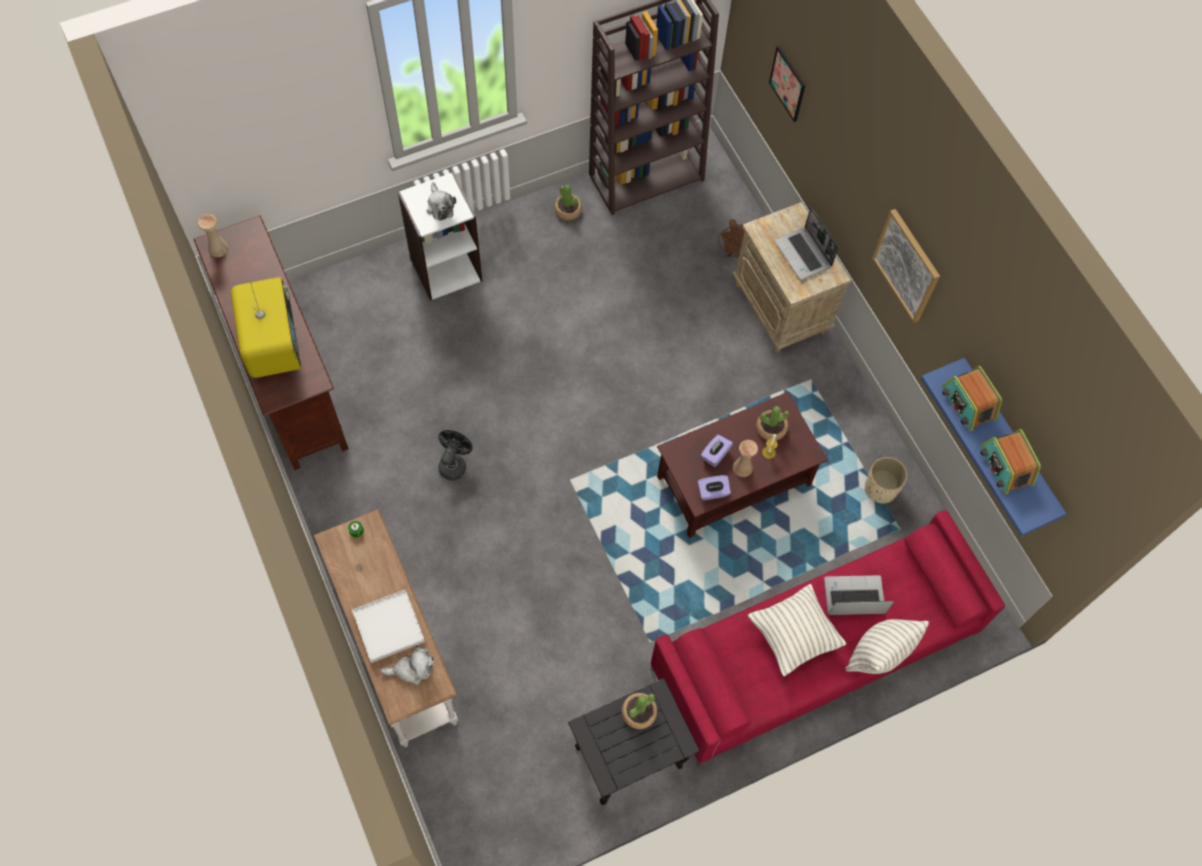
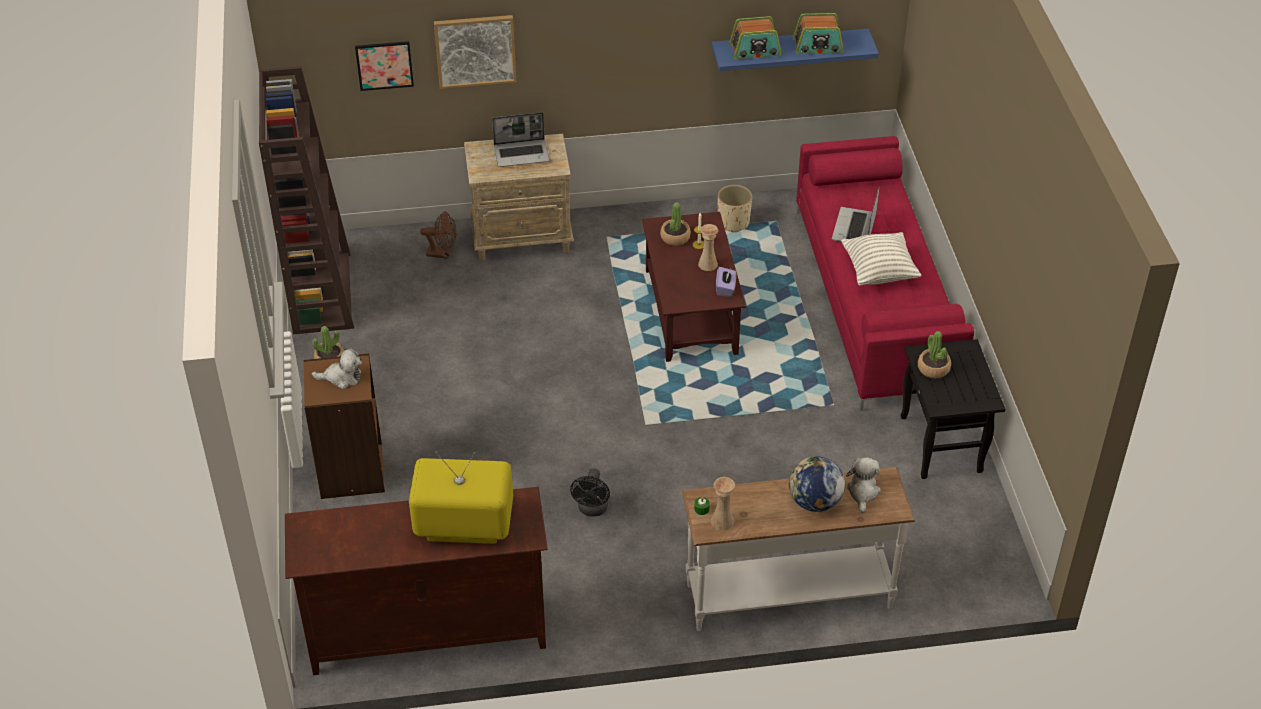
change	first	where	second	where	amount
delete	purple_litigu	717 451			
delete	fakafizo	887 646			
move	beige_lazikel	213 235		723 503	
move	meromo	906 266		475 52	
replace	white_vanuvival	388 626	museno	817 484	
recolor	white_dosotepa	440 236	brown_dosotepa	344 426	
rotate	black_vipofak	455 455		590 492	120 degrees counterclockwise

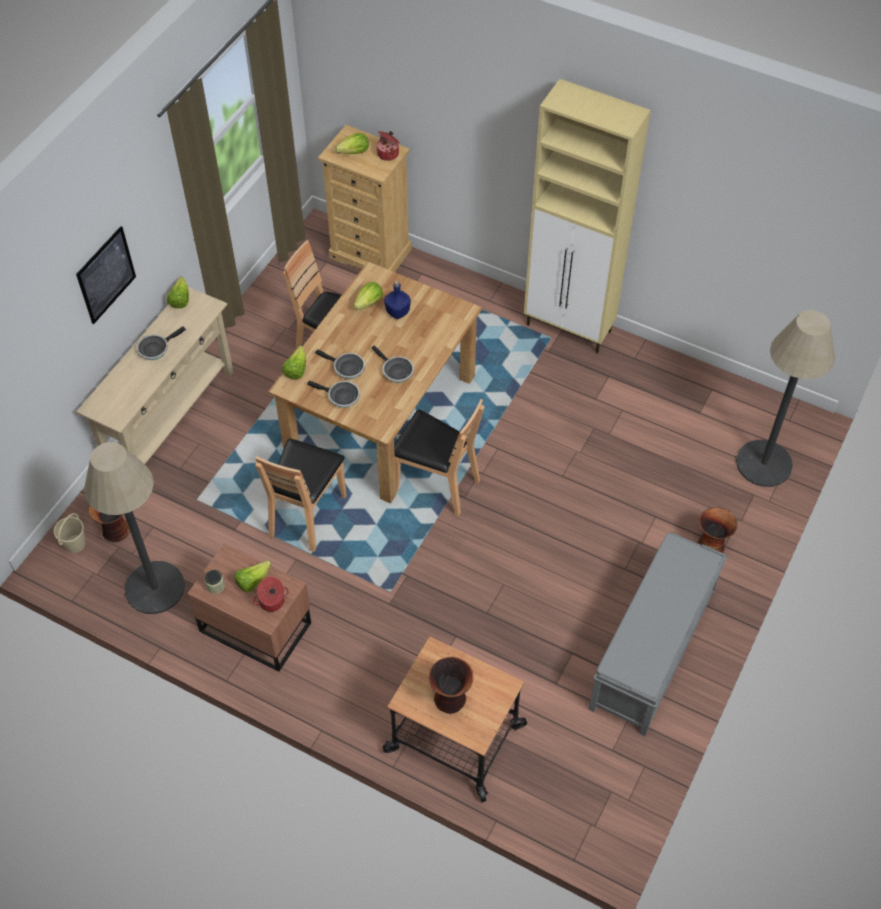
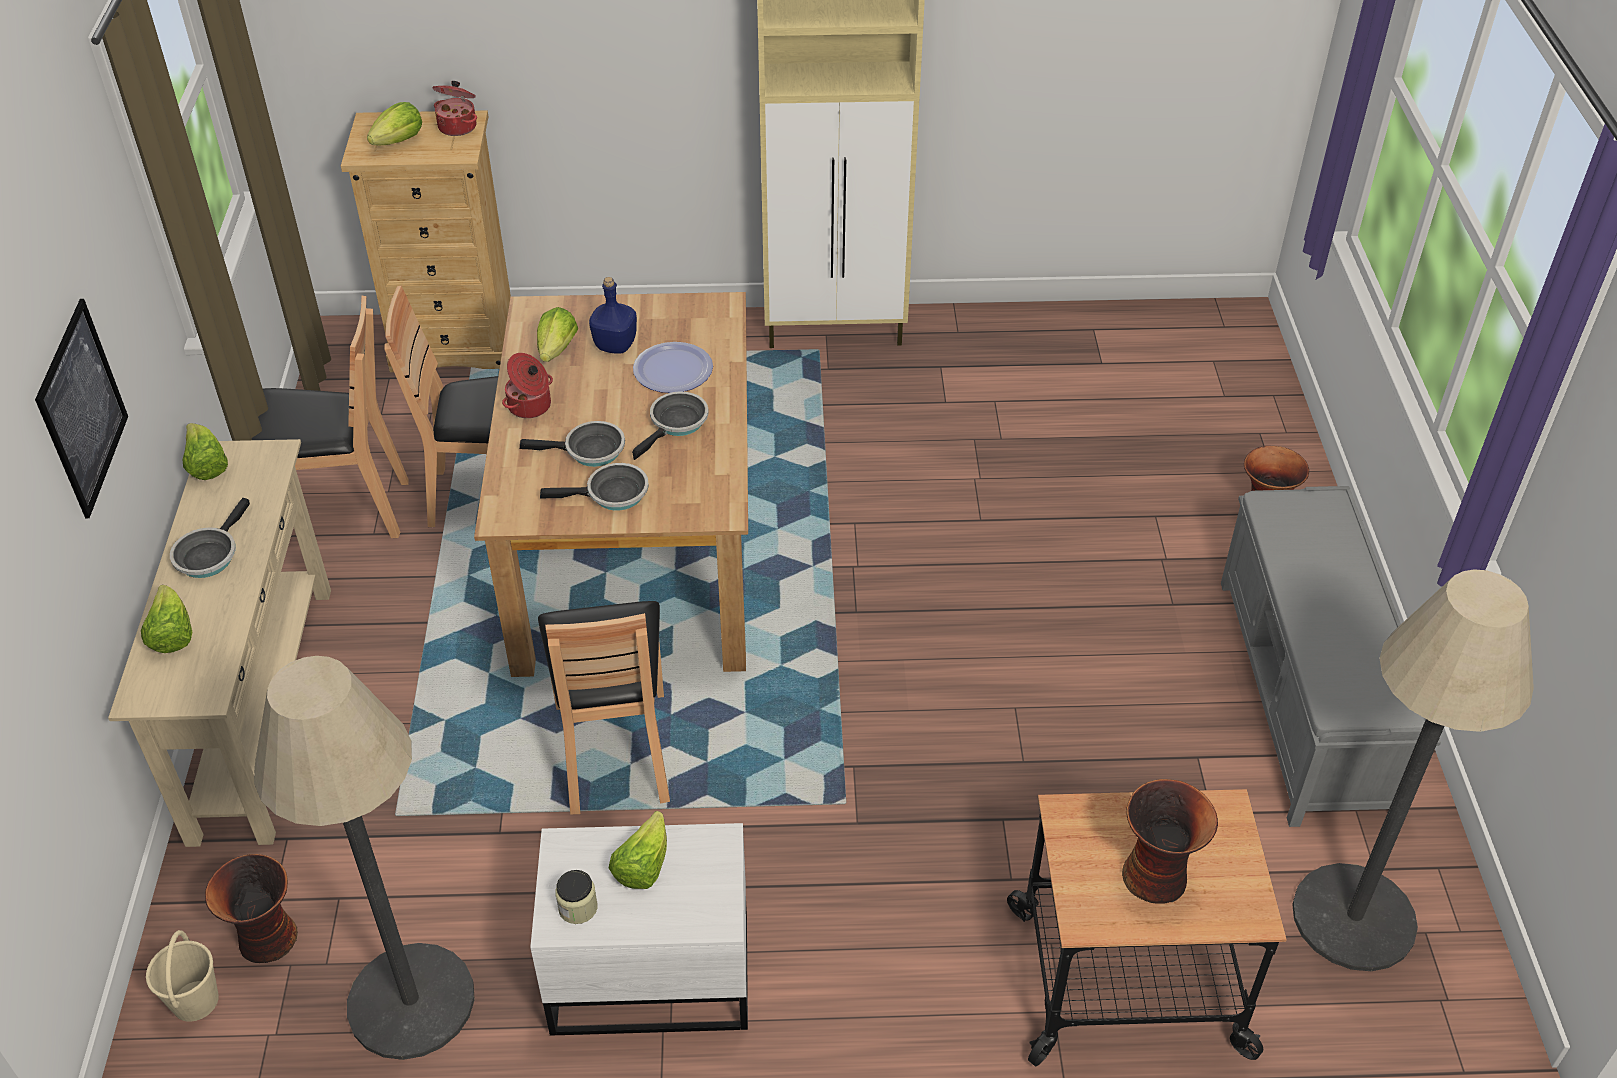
change	first	where	second	where	amount
insert			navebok	673 367	
move	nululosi	271 594		527 385	
move	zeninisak	294 362		166 619	
move	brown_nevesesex	439 457		330 417	
move	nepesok	785 398		1413 770	
recolor	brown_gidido	249 608	white_gidido	639 929	
rotate	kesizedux	393 364		670 425	75 degrees counterclockwise

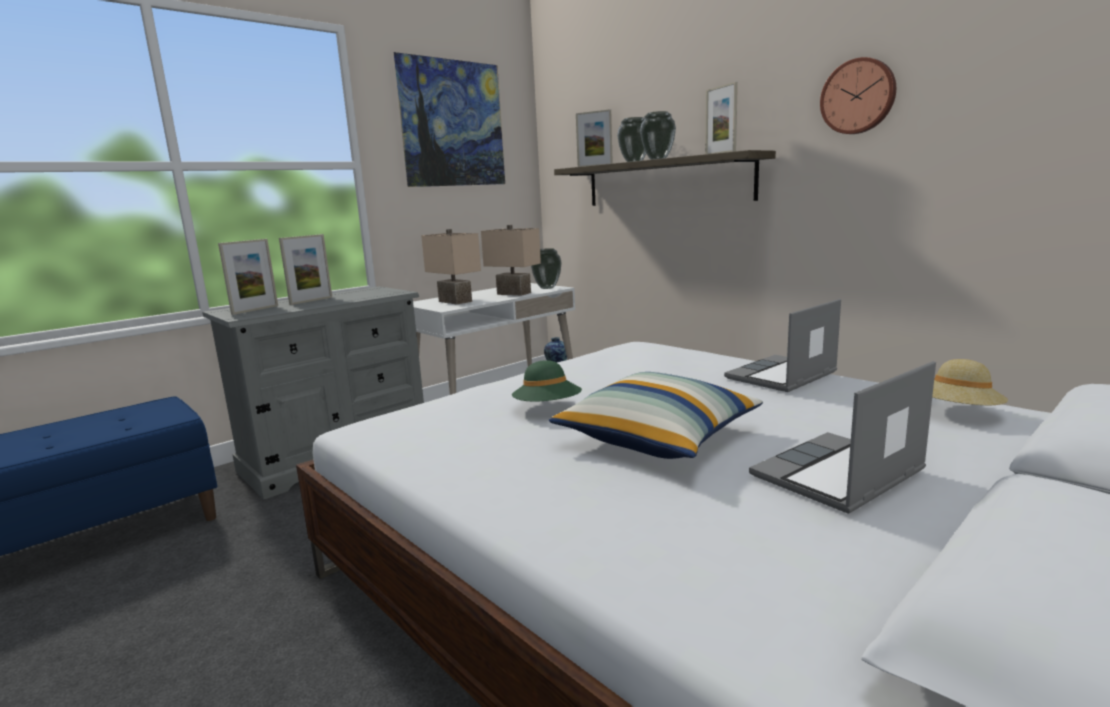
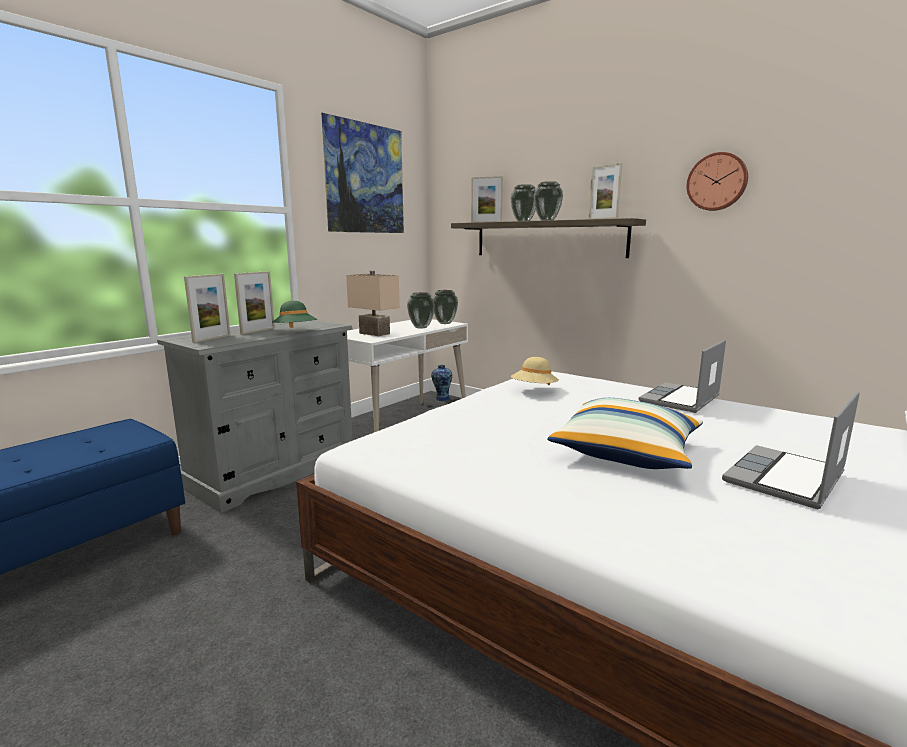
change	first	where	second	where	amount
move	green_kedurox	547 381		294 314	
move	beige_kedurox	970 382		535 371	
replace	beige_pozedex	511 260	lazikel	421 310	

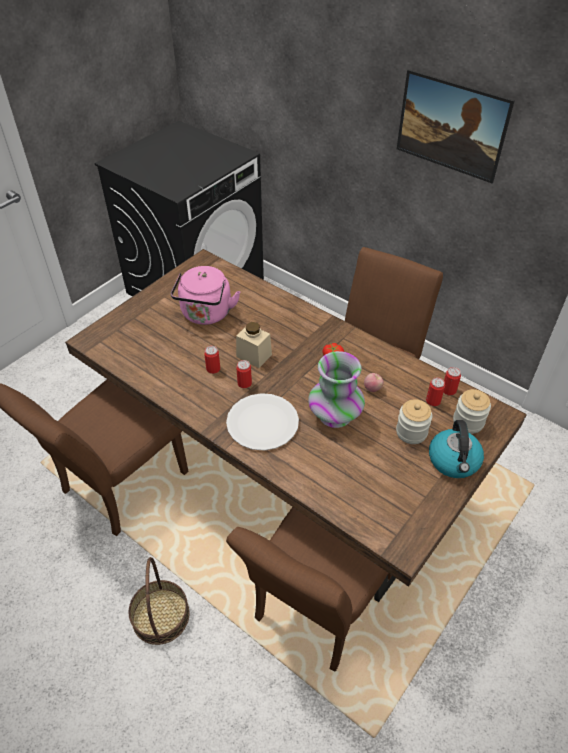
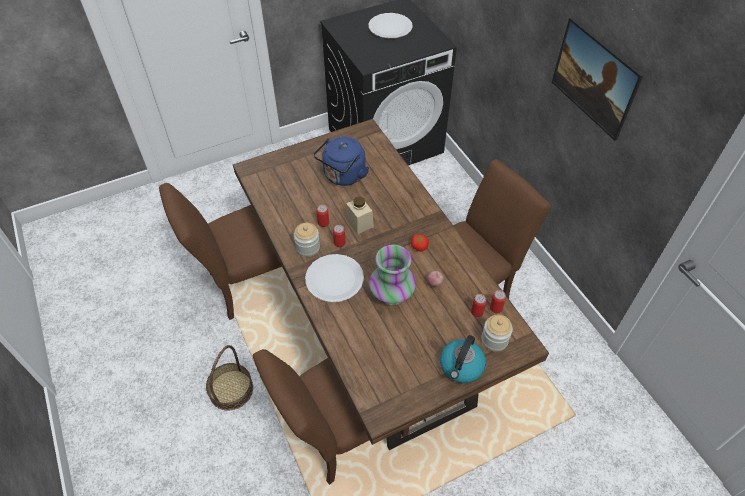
change	first	where	second	where	amount
insert			white_navebok	391 25	
move	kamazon	414 421		307 240	
recolor	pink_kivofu	205 295	blue_kivofu	341 161	

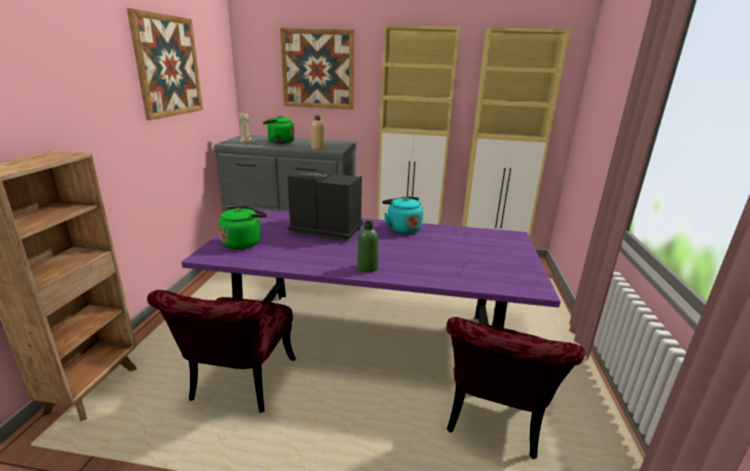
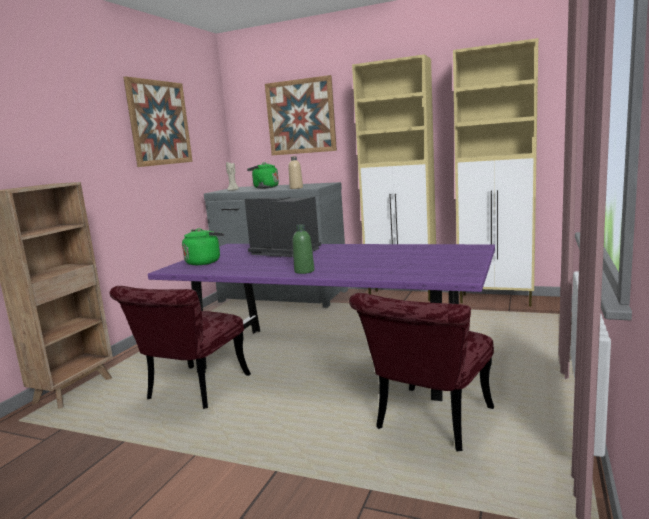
change	first	where	second	where	amount
delete	turquoise_kivofu	402 215			

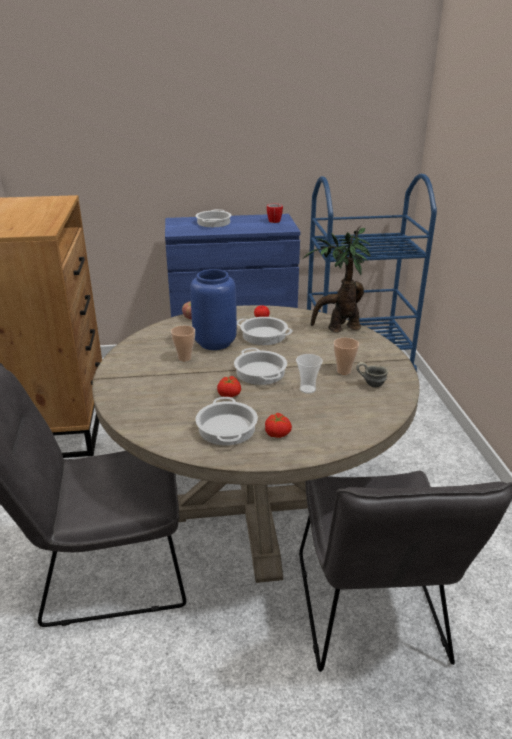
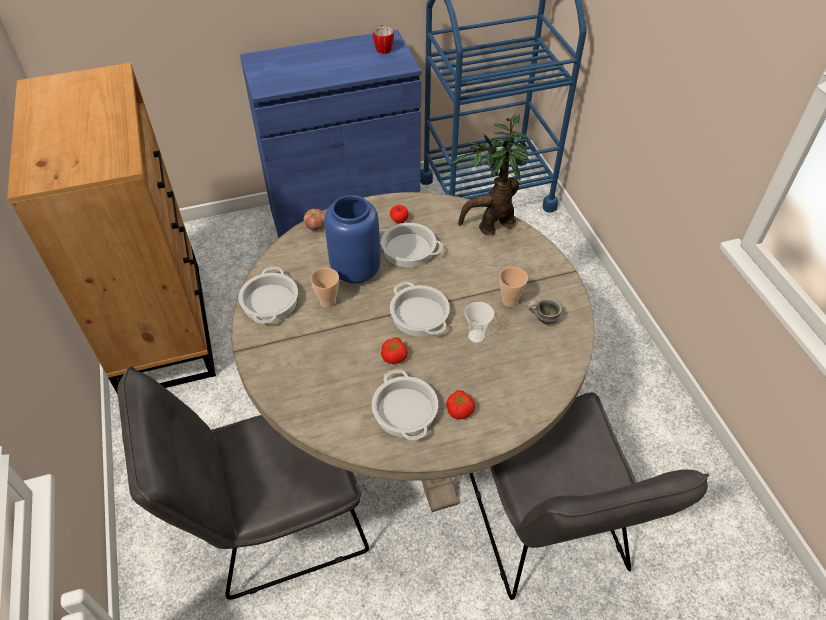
change	first	where	second	where	amount
move	nululosi	213 218		268 295	

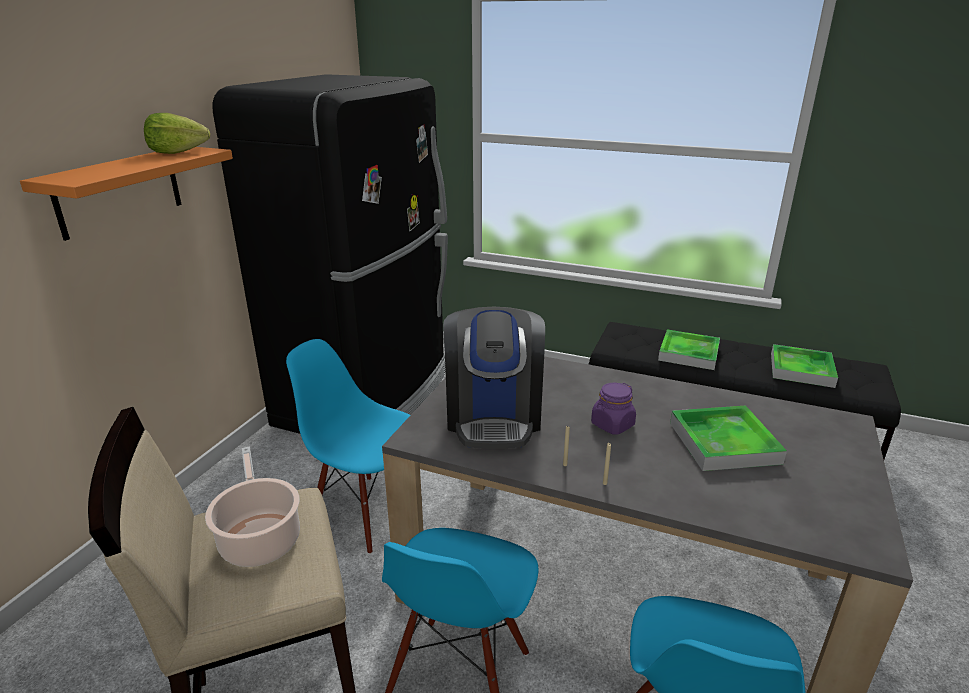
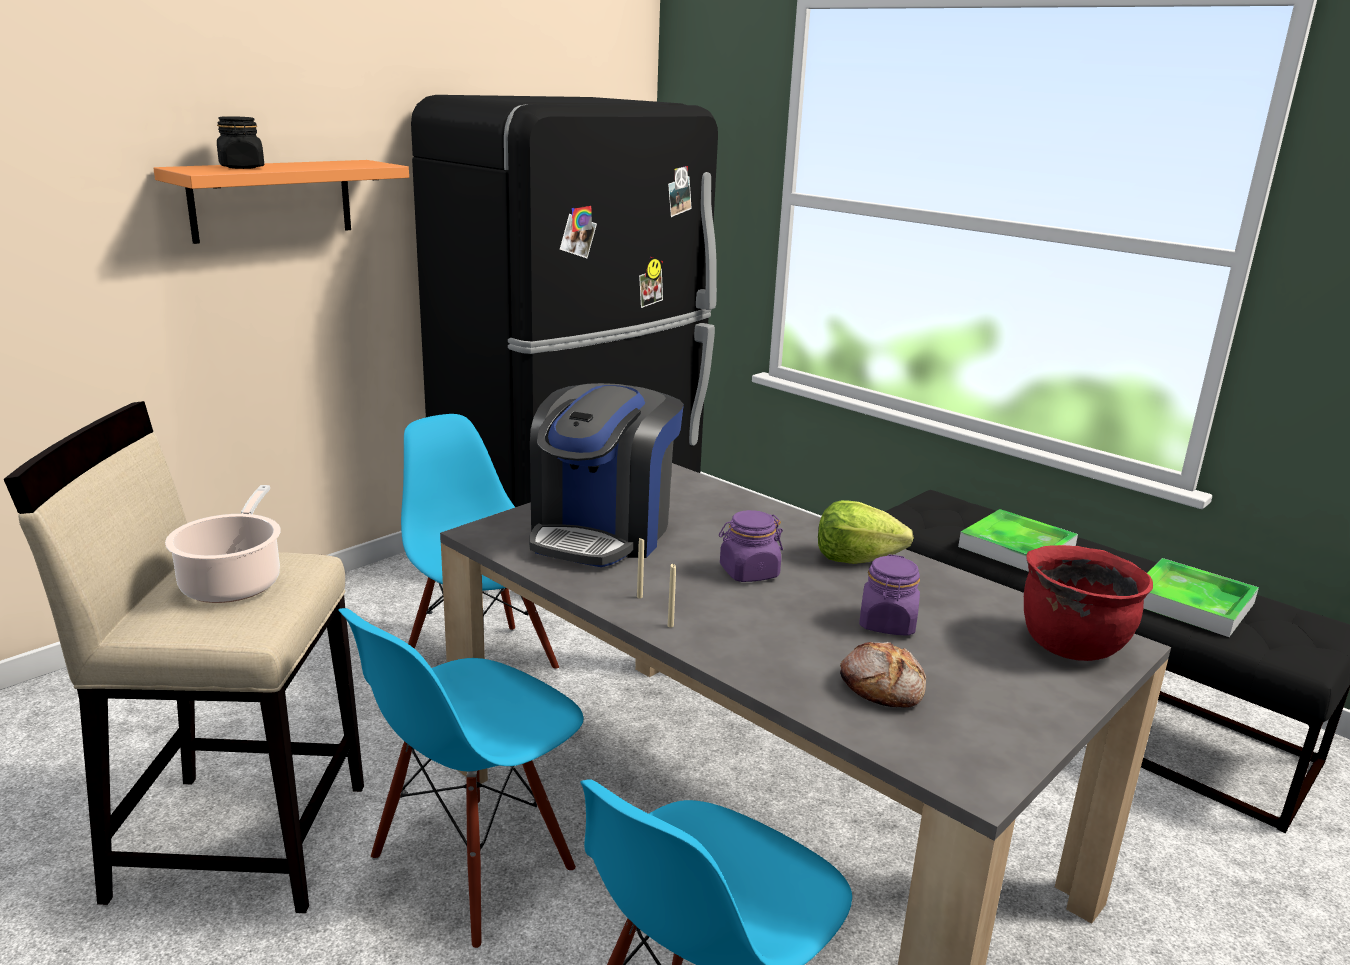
change	first	where	second	where	amount
insert			black_kamazon	241 142	
insert			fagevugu	883 675	
insert			red_nululosi	1088 603	
move	zeninisak	177 133		865 532	
replace	vanuvival	728 438	purple_kamazon	889 595	

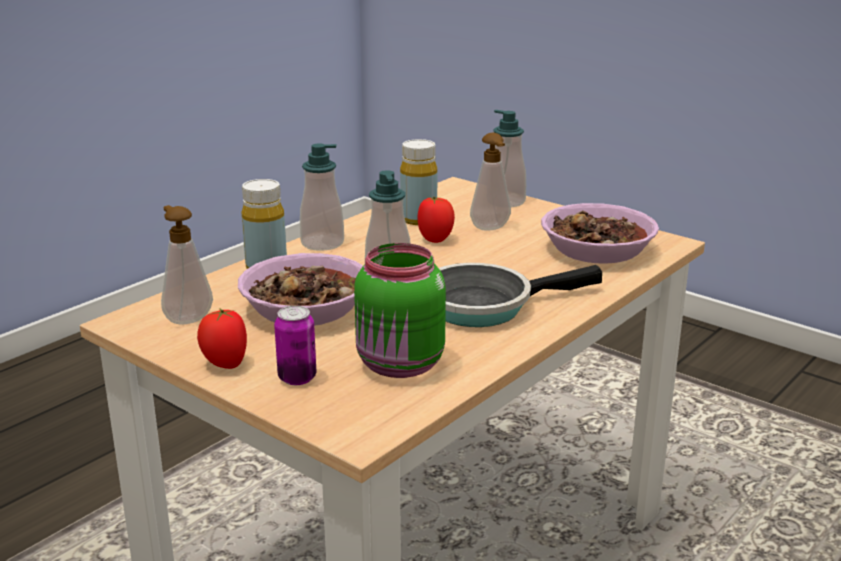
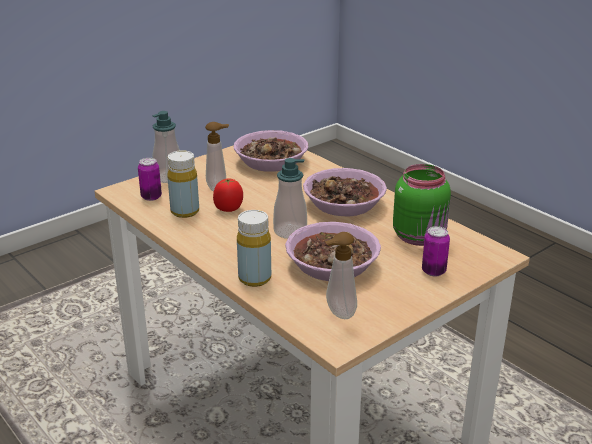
change	first	where	second	where	amount
delete	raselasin	222 338			
delete	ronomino	322 197			
insert			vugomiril	150 179	
replace	kesizedux	520 295	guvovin	345 192	

